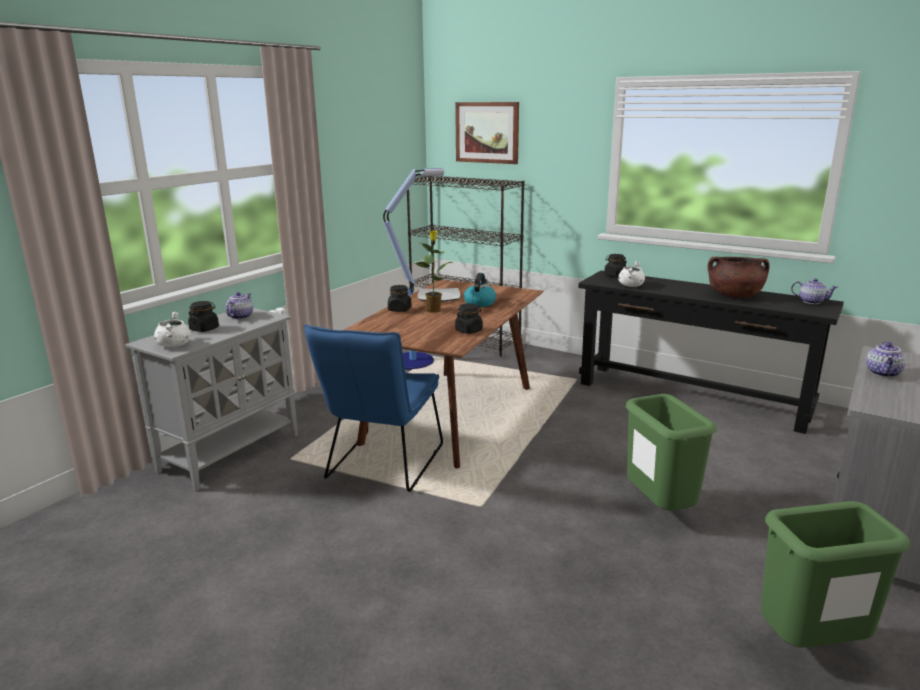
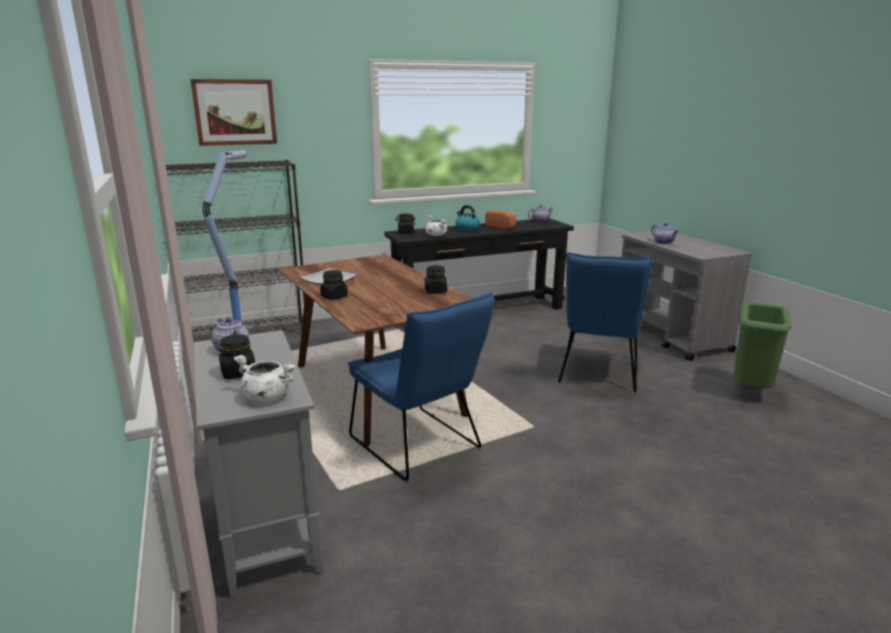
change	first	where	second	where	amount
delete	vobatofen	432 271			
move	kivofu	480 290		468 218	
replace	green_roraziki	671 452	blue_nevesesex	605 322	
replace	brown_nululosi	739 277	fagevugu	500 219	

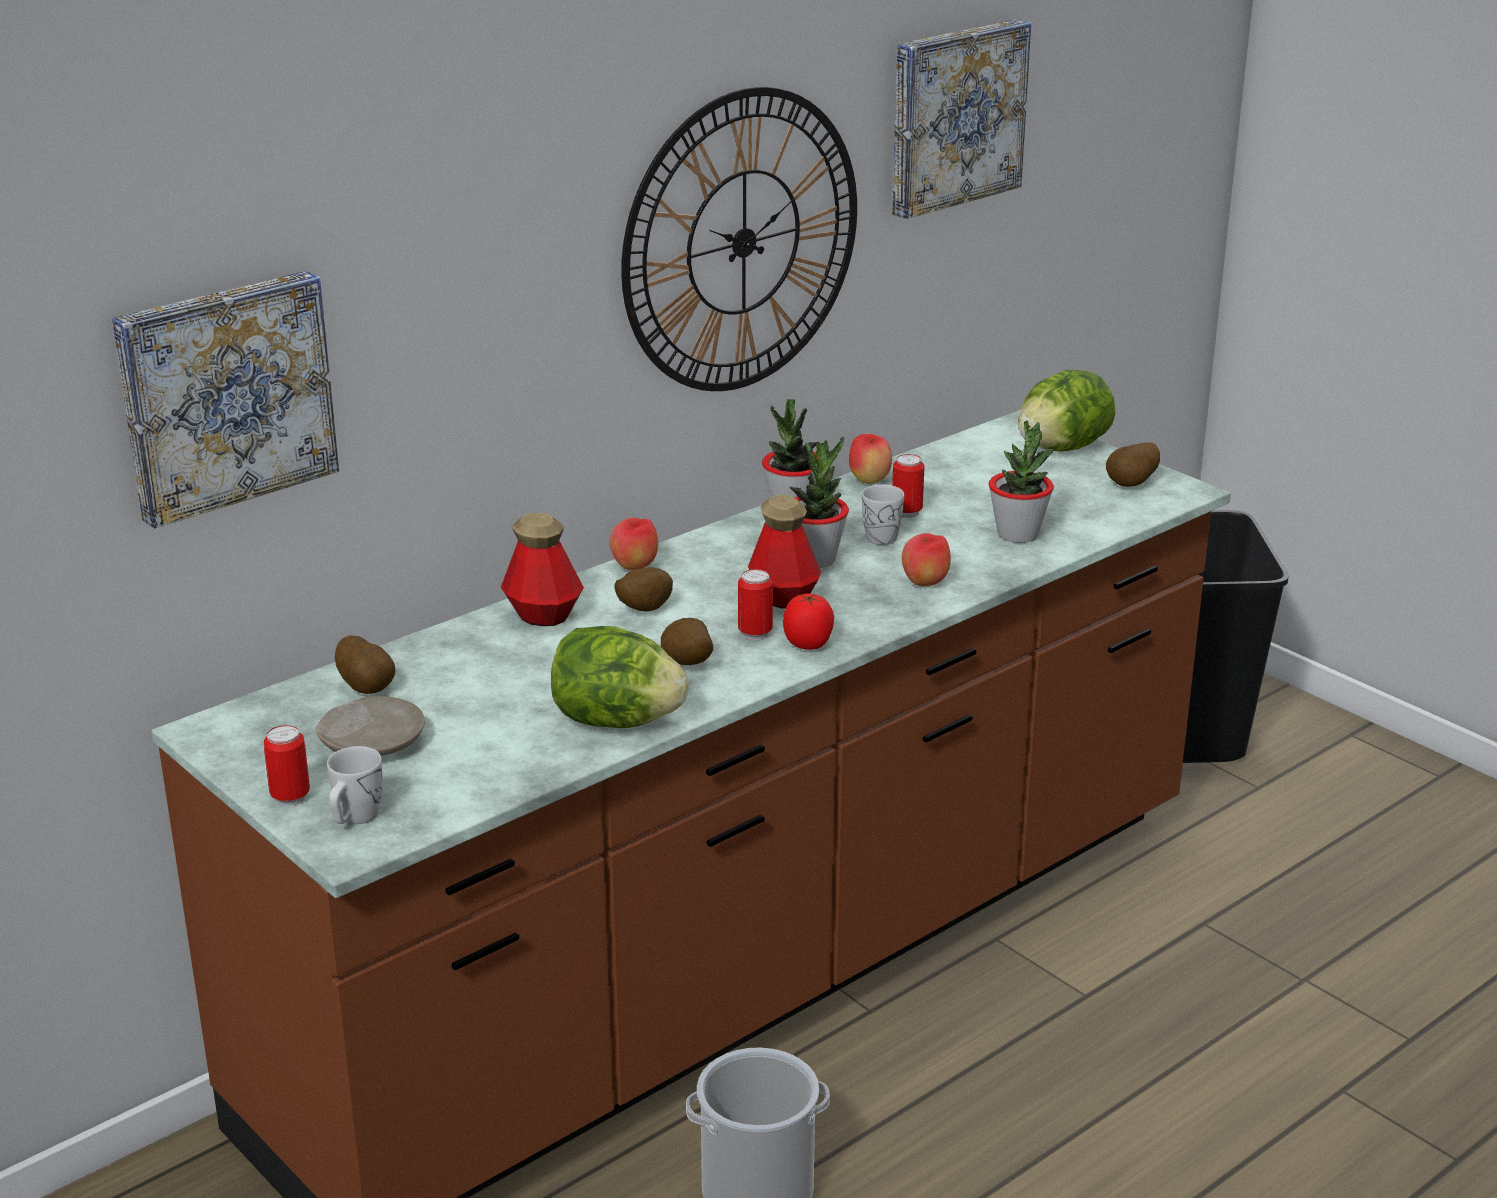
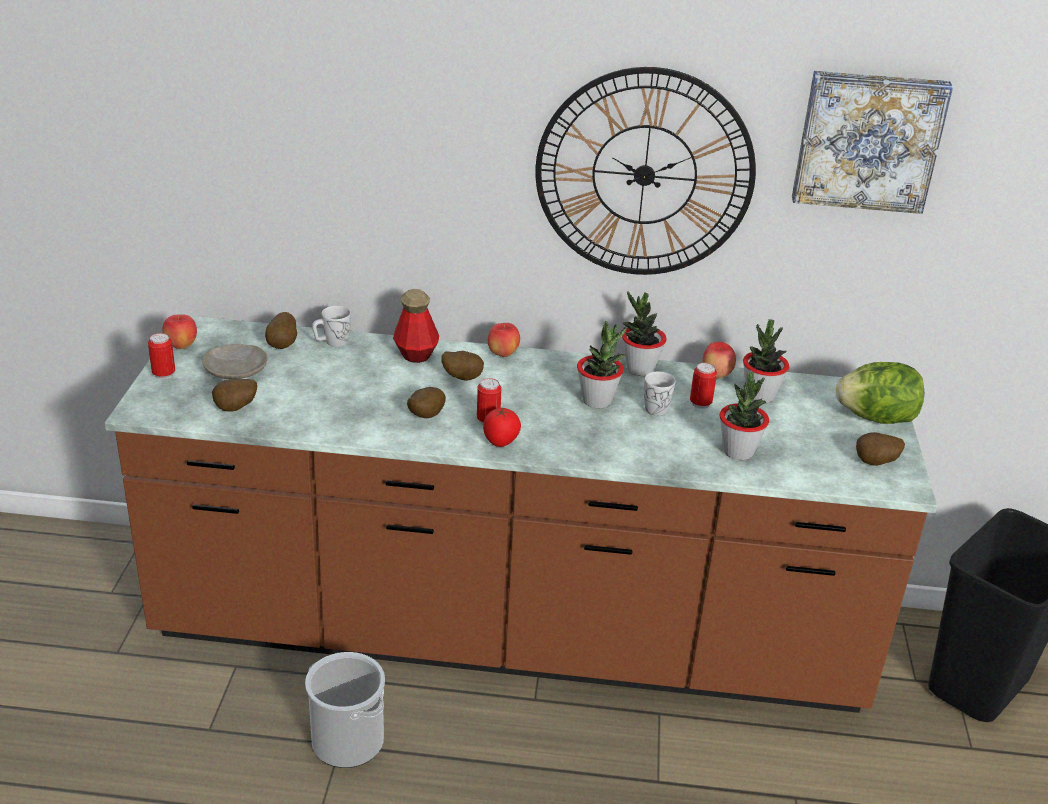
change	first	where	second	where	amount
delete	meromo	225 400			
delete	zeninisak	620 677			
delete	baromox	784 551			
insert			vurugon	234 395	
insert			vobatofen	766 361	
move	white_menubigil	354 785		331 326	
move	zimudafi	926 559		180 332	

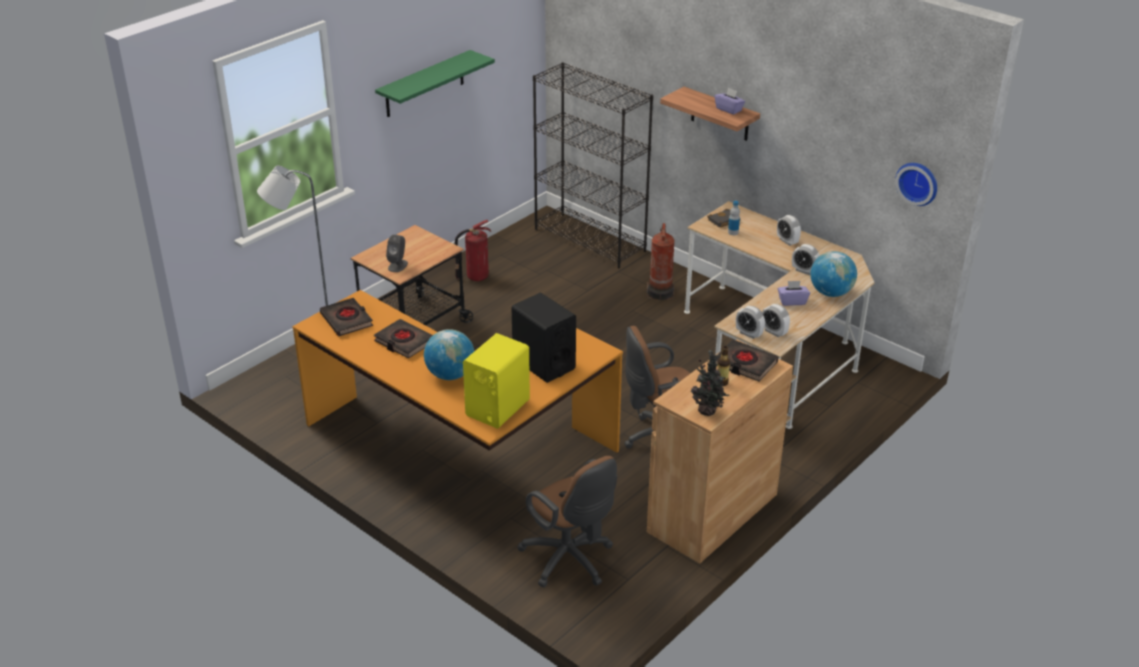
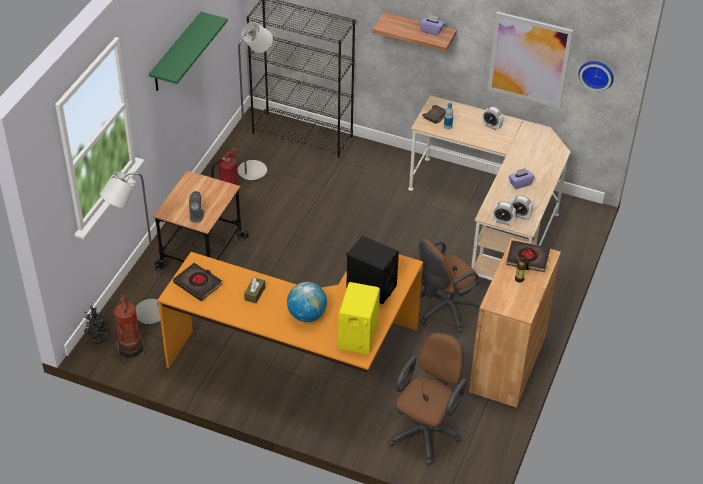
change	first	where	second	where	amount
delete	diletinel	806 259			
delete	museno	833 274			
insert			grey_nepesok	255 102	
insert			meromo	530 60	
move	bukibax	661 261		129 326	
move	vobatofen	710 383		97 324	
replace	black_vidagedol	403 339	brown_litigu	254 290	
rotate	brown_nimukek	567 522		427 398	90 degrees counterclockwise

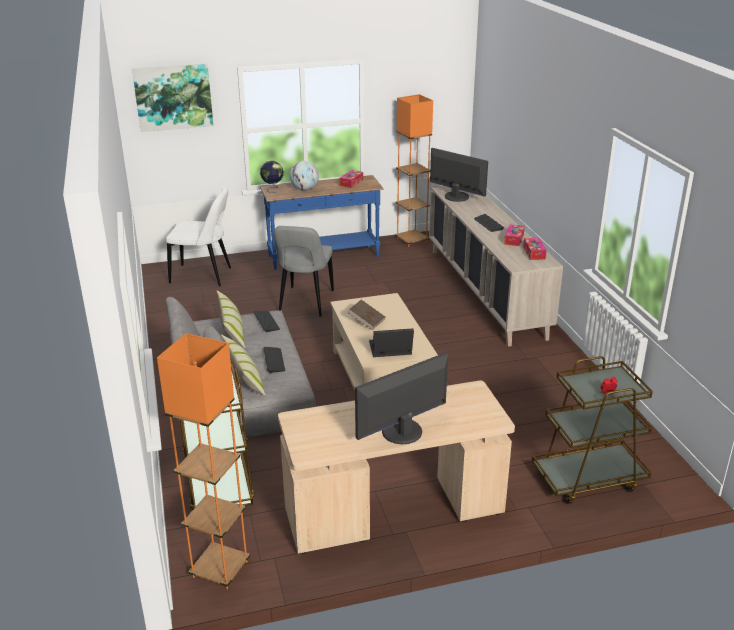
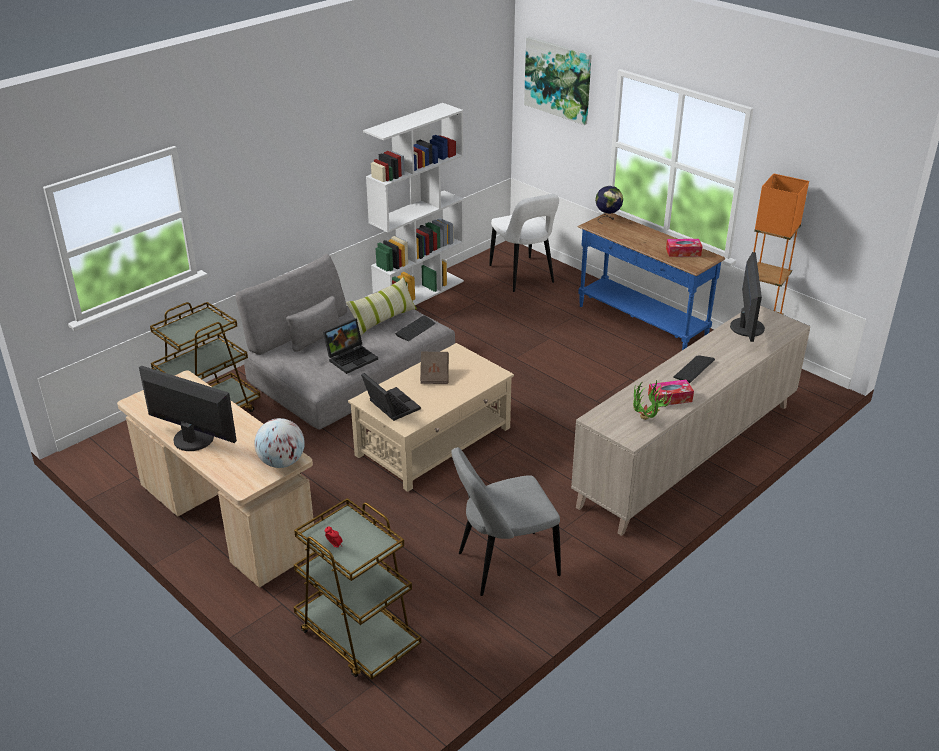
change	first	where	second	where	amount
delete	orange_nepesok	203 461			
delete	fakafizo	243 365			
insert			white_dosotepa	413 204	
move	grey_nevesesex	303 271		506 521	
move	museno	304 176		279 443	
replace	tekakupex	274 360	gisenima	350 346	
replace	litigu	535 249	vobatofen	652 400	

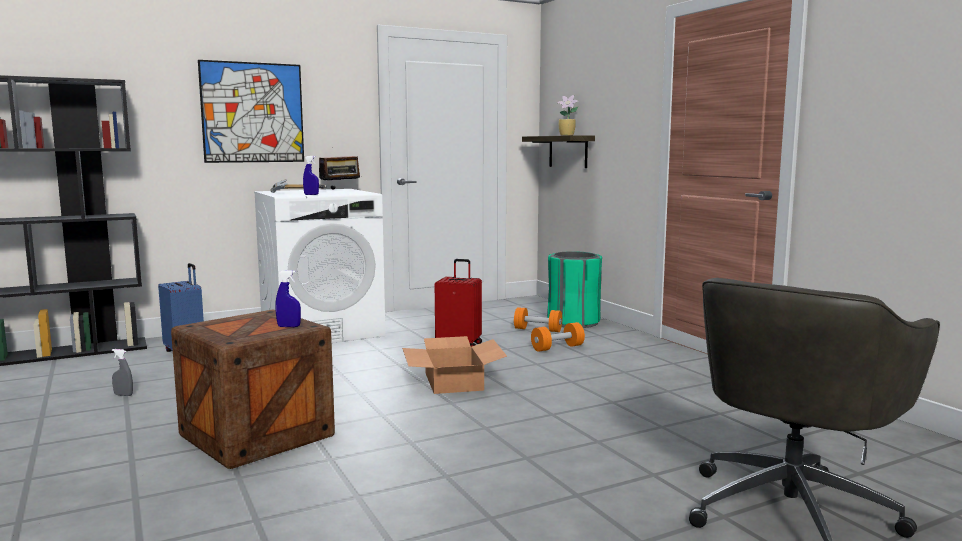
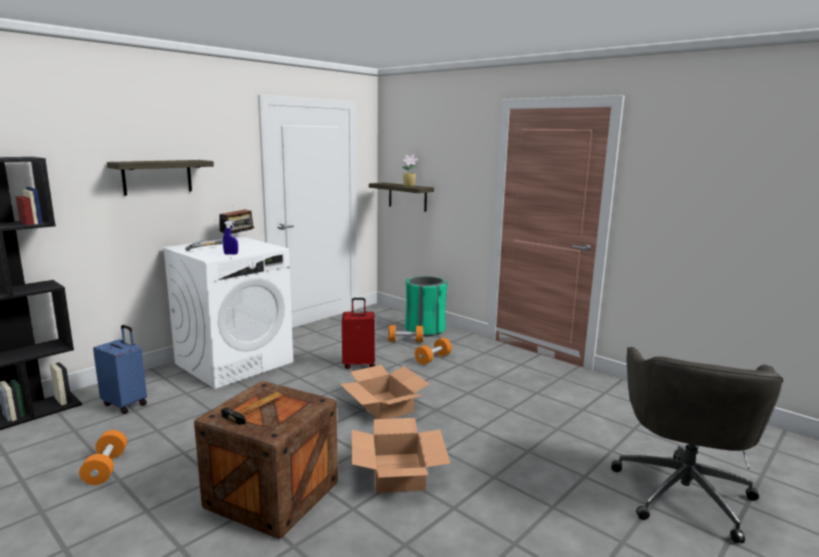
change	first	where	second	where	amount
delete	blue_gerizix	288 298			
insert			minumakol	252 408	
insert			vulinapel	401 455	
replace	grey_gerizix	122 372	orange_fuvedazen	103 457	
replace	meromo	251 111	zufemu	160 178	

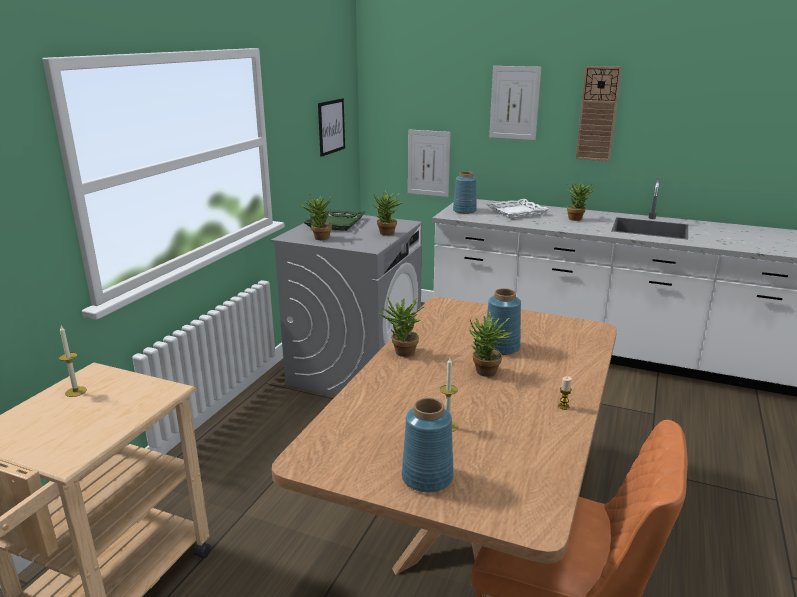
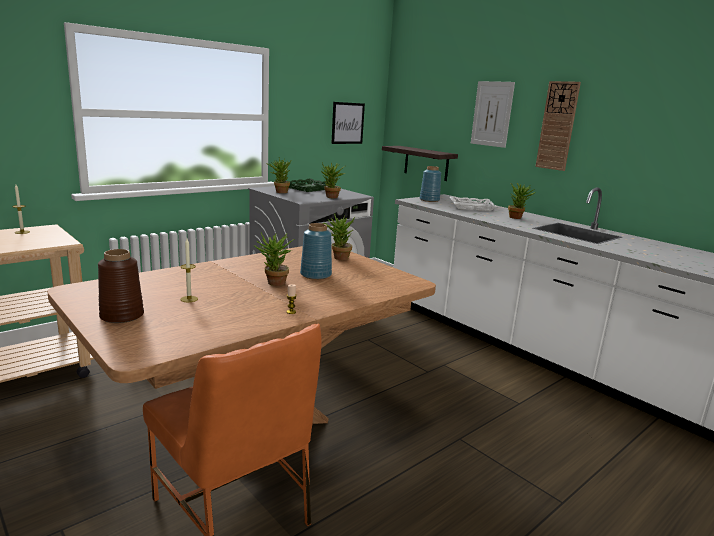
change	first	where	second	where	amount
move	vobatofen	401 327		339 236	
replace	meromo	429 163	zufemu	420 163	
recolor	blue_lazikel	428 445	brown_lazikel	121 286	

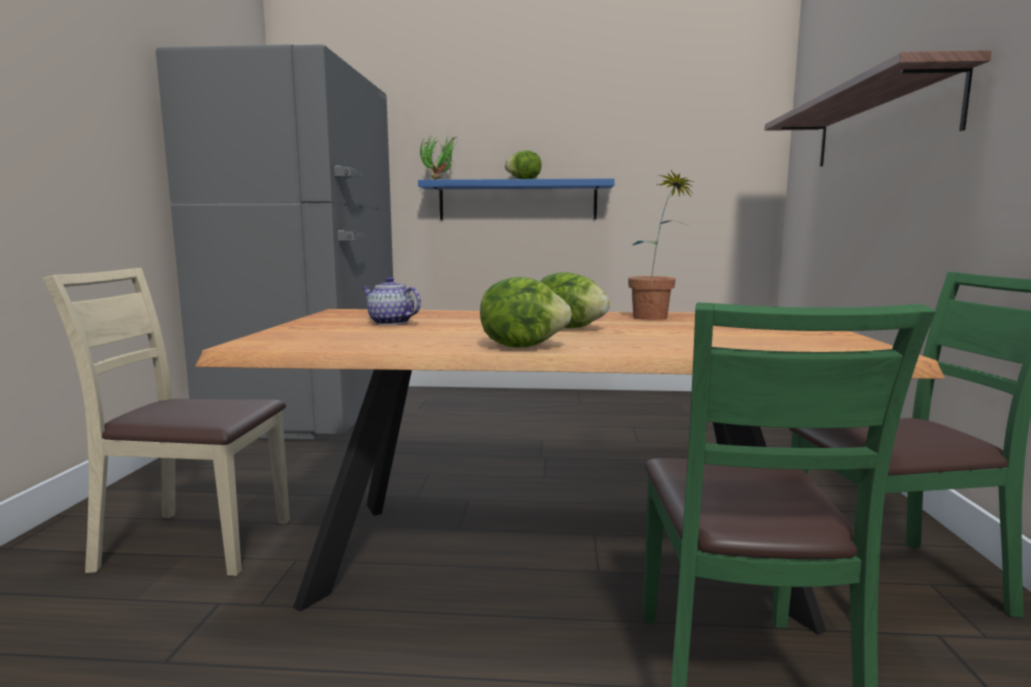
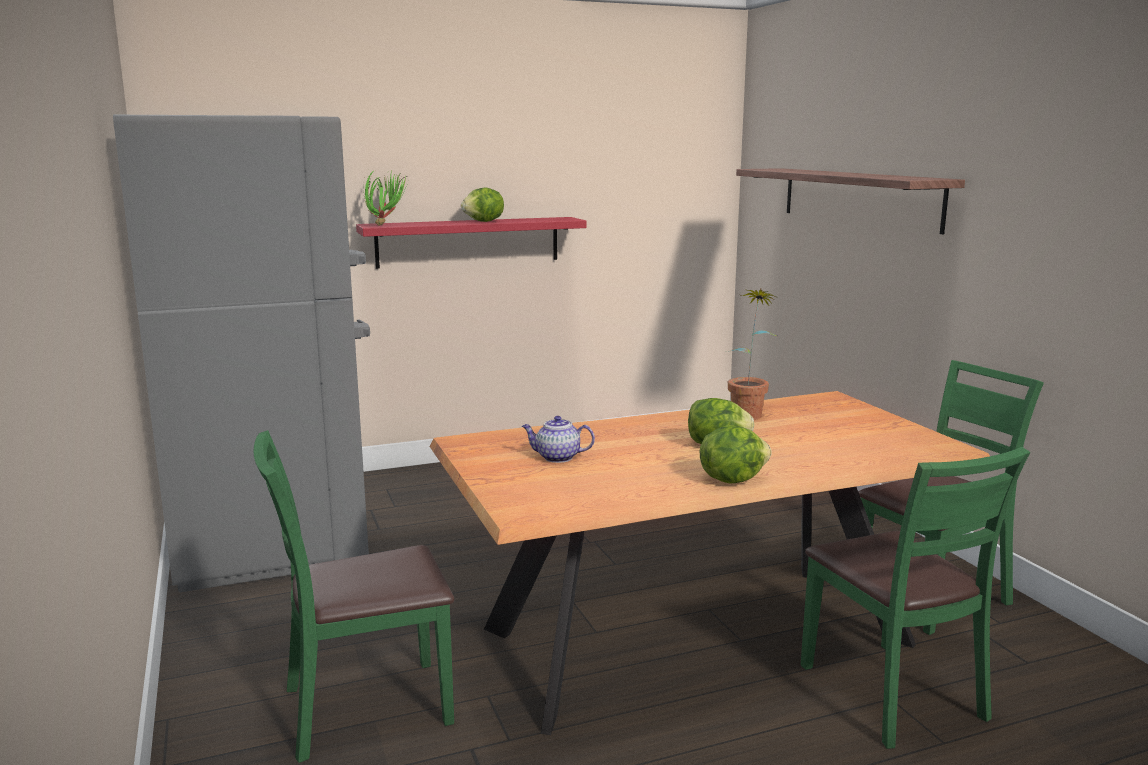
change	first	where	second	where	amount
recolor	beige_nevesesex	166 422	green_nevesesex	354 596	
recolor	blue_zufemu	516 199	red_zufemu	471 243	

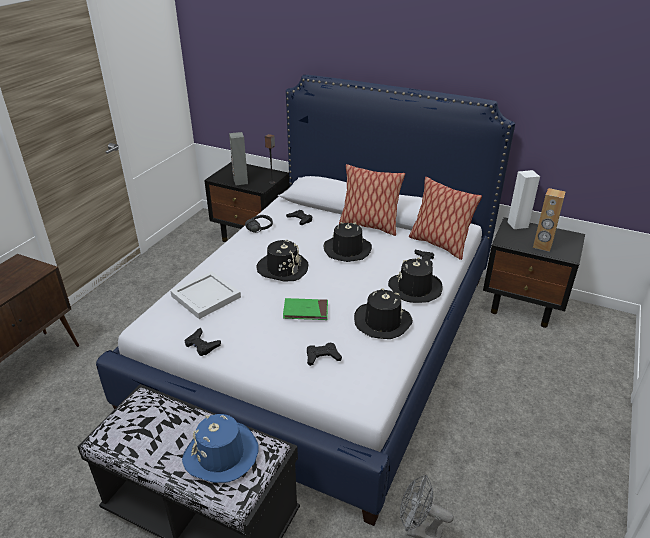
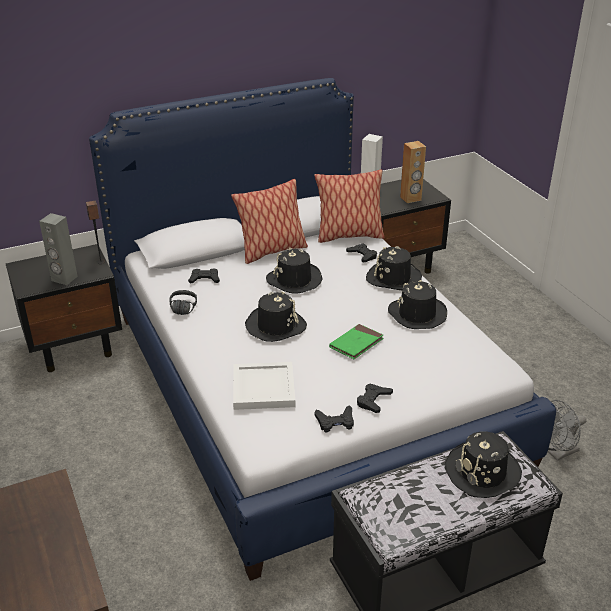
change	first	where	second	where	amount
move	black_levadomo	324 354		375 398	
recolor	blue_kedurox	220 448	black_kedurox	483 464	

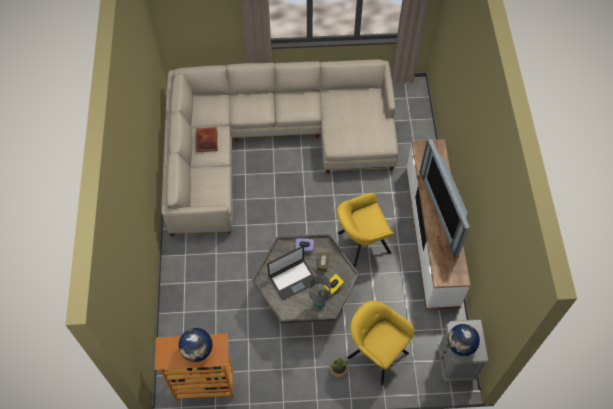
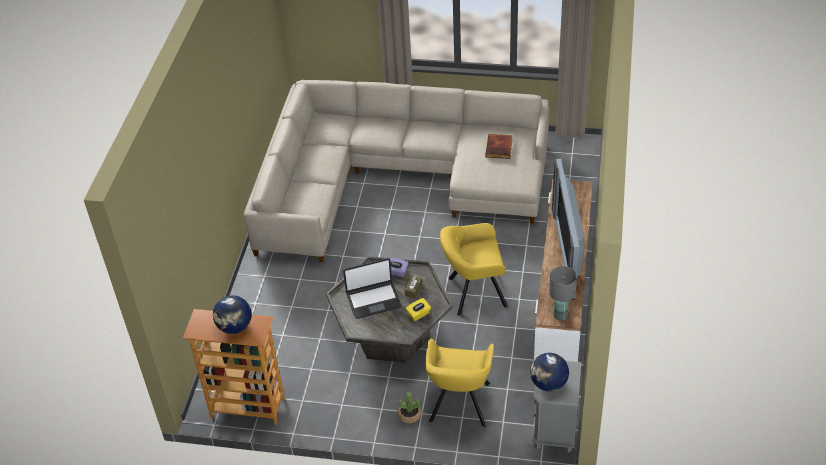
change	first	where	second	where	amount
move	vidagedol	207 139		499 146	
move	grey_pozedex	320 292		563 293	
rotate	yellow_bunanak	381 343		459 382	135 degrees counterclockwise

